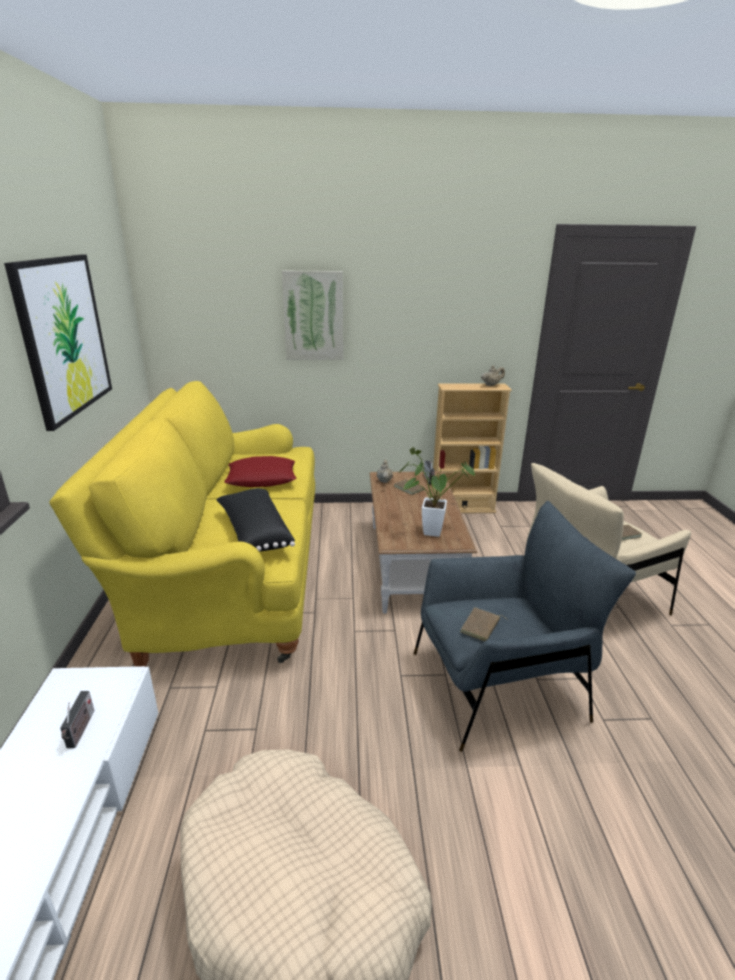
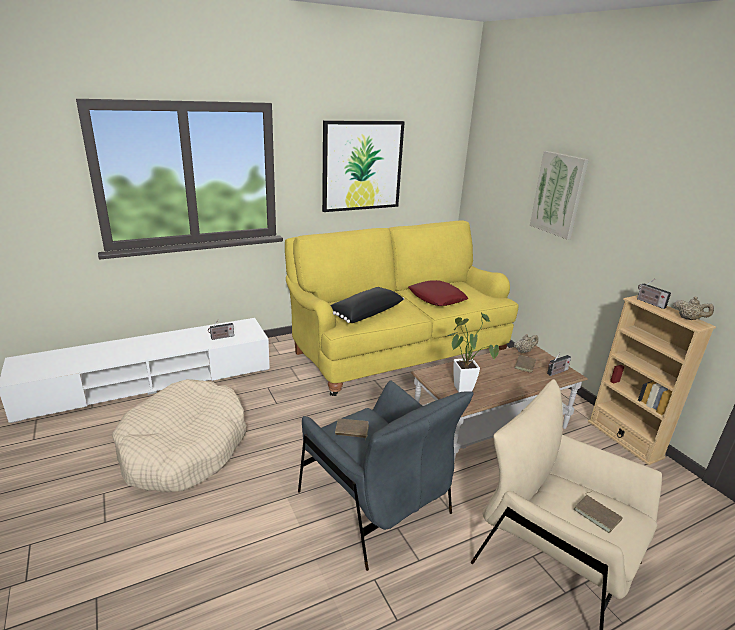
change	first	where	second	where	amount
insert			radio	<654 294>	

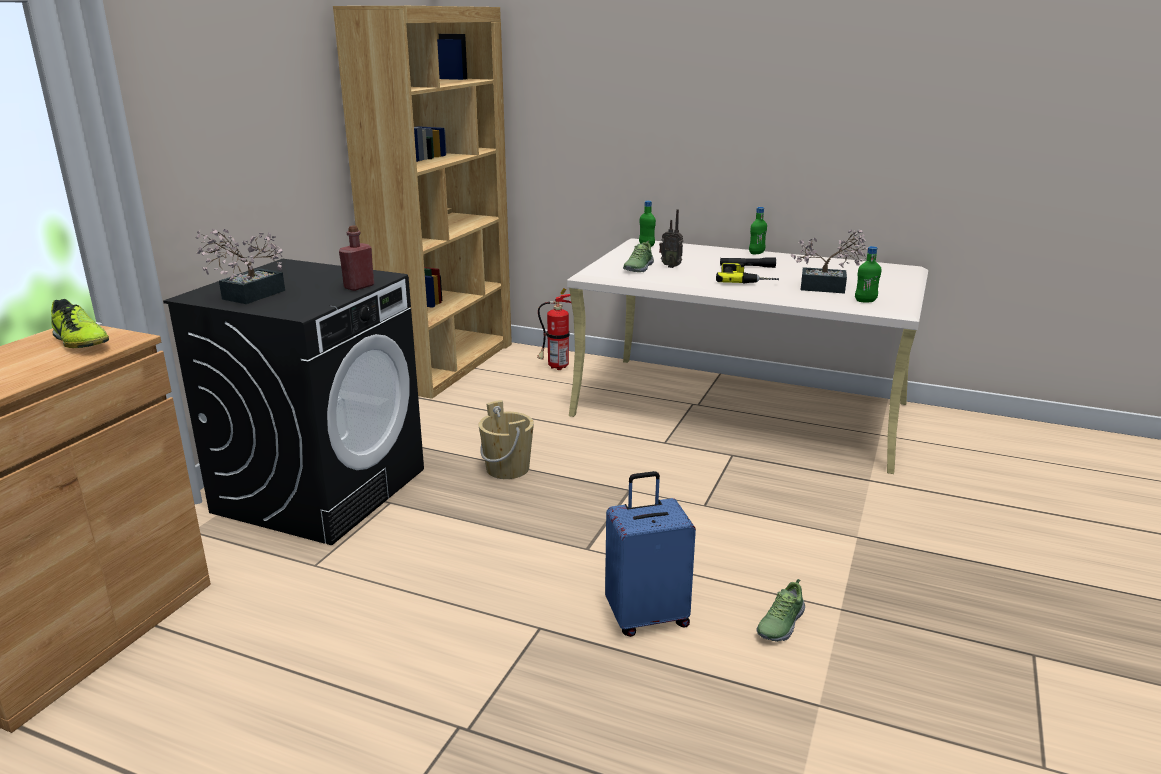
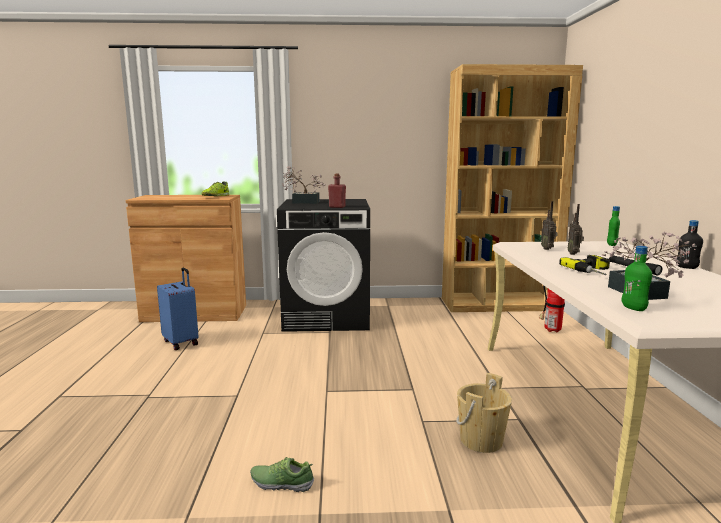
change	first	where	second	where	amount
recolor	botella/verde	<758 230>	botella/negro	<690 244>	
replace	zapato	<638 256>	radio	<549 225>	
move	cubo/beis	<506 439>		<484 413>	
move	maleta/azul	<650 554>		<178 309>	

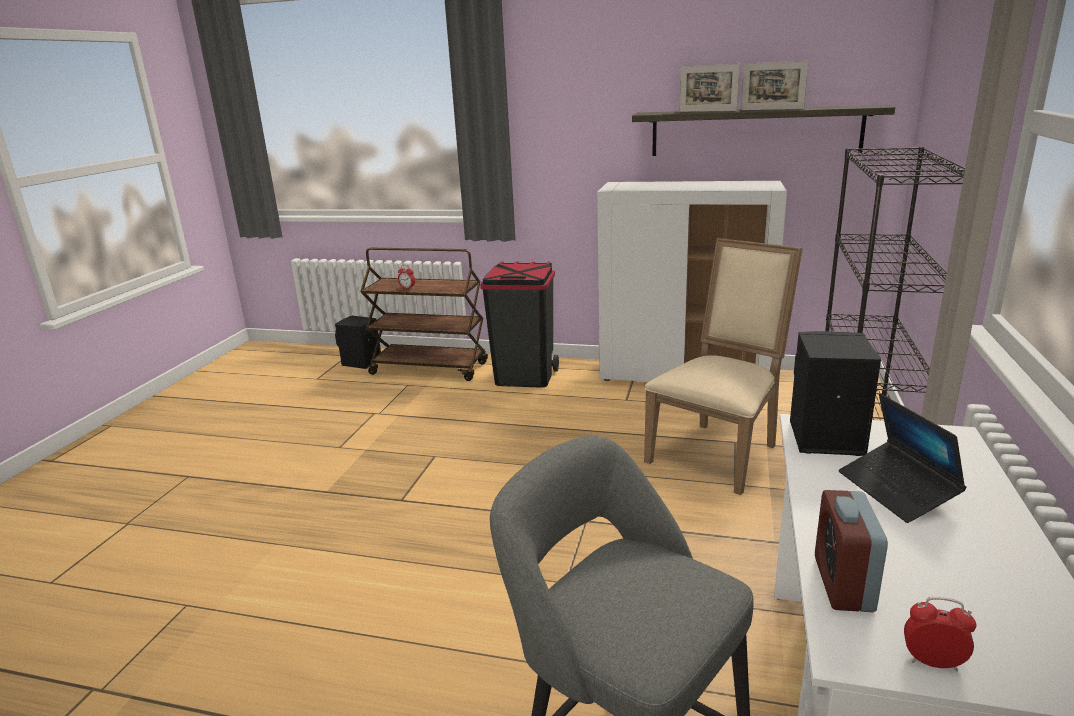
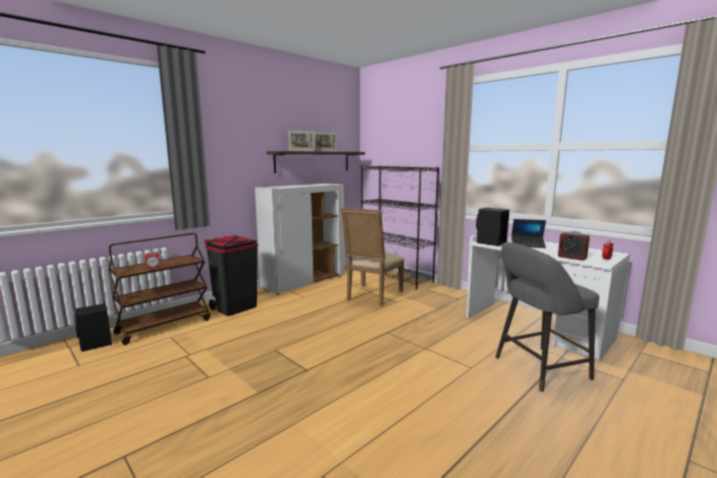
change	first	where	second	where	amount
rotate	silla/beis	<723 366>		<373 257>	135 degrees counterclockwise

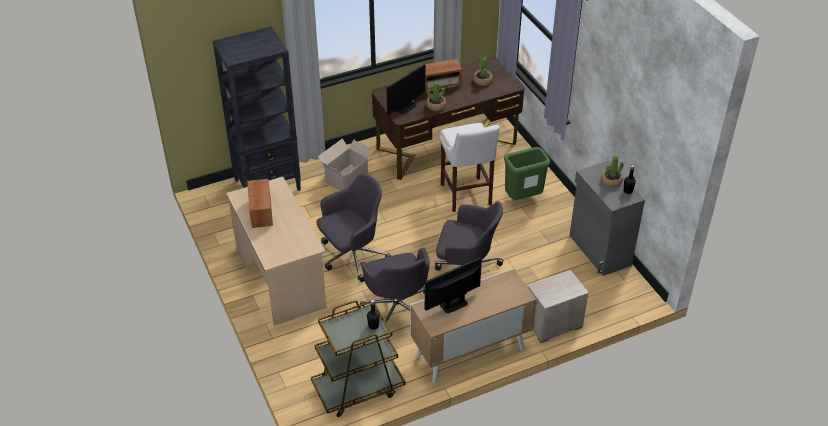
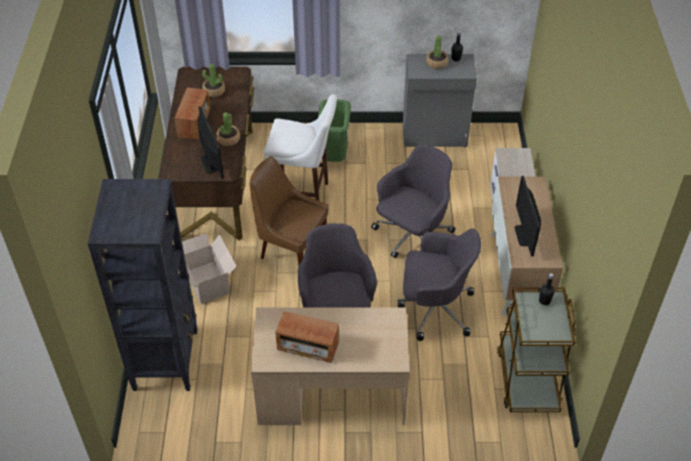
change	first	where	second	where	amount
insert			silla/marrón	<289 210>	

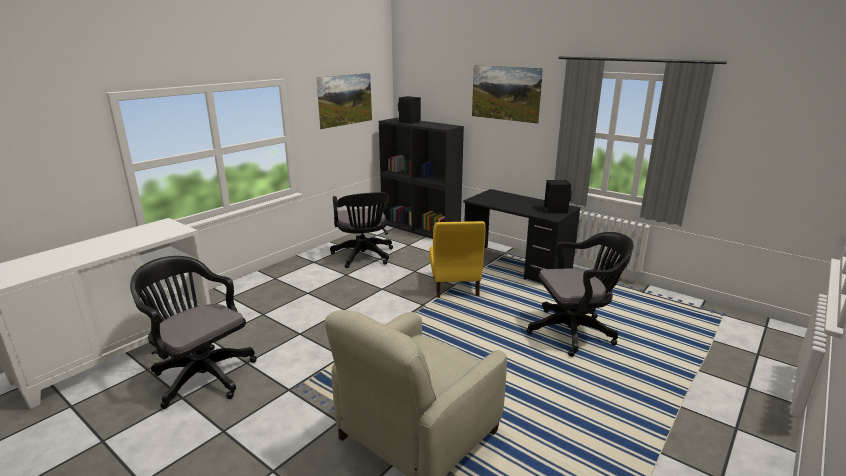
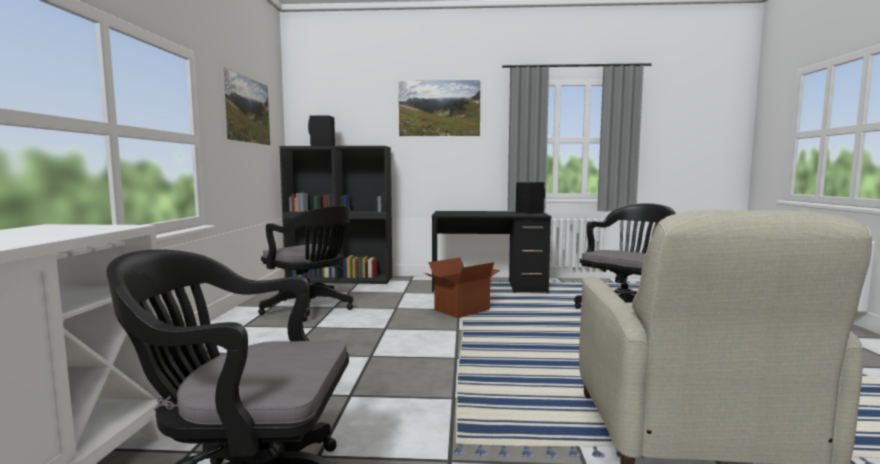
change	first	where	second	where	amount
replace	silla/amarillo	<457 259>	caja de cartón	<462 288>	

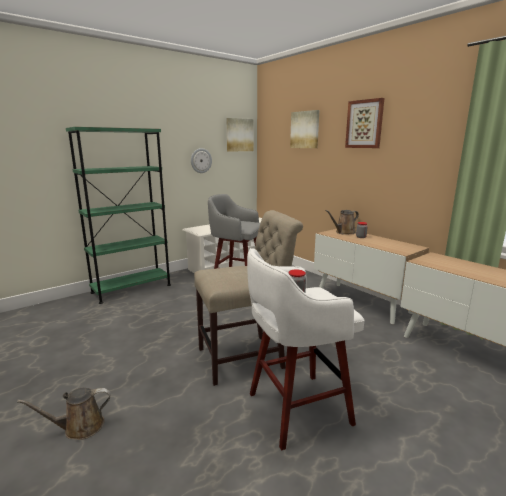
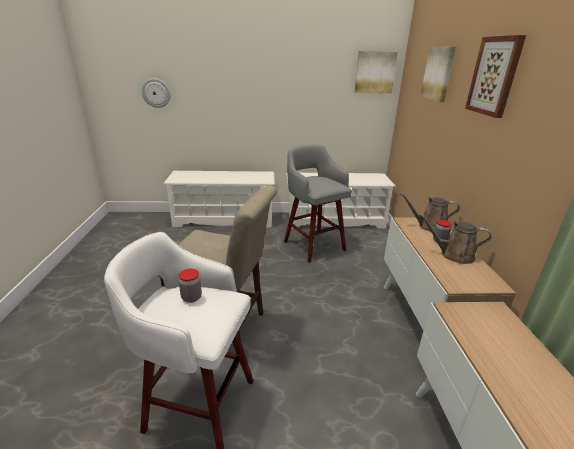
change	first	where	second	where	amount
replace	estantería/verde	<118 215>	zapatero/blanco	<219 199>	
move	reloj de pared	<201 160>		<156 93>	
move	regadera/marrón	<64 414>		<455 239>	

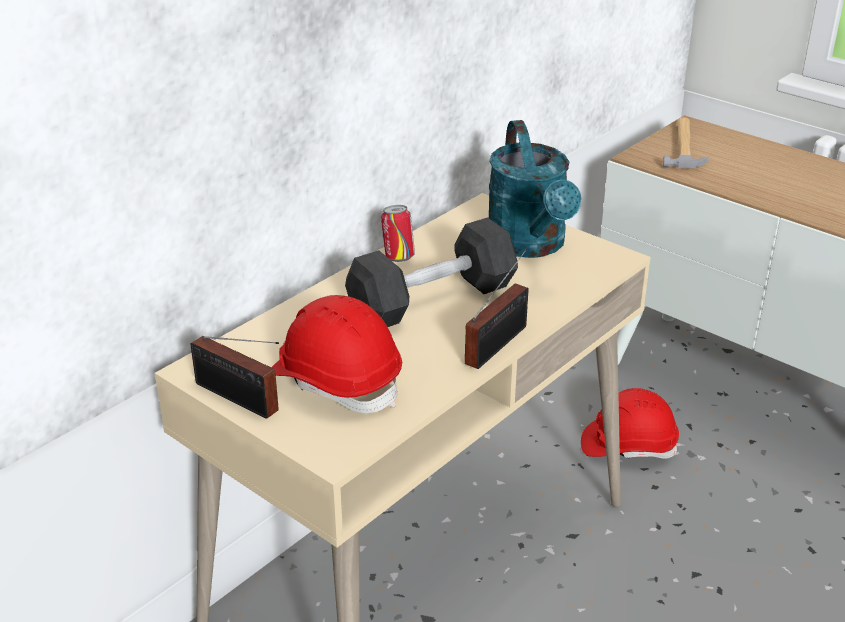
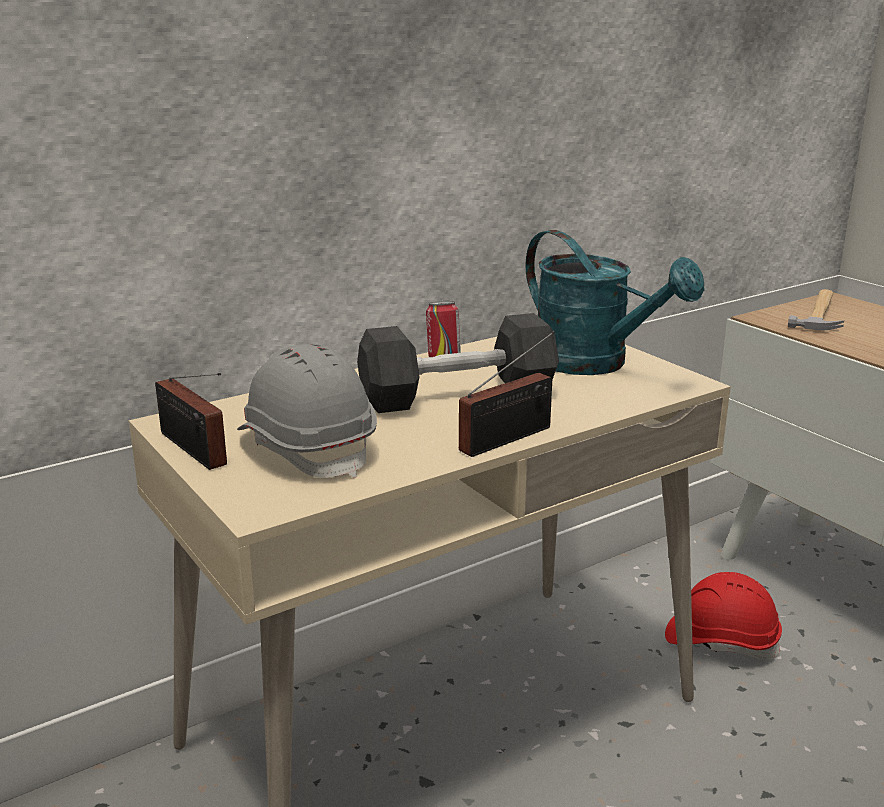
change	first	where	second	where	amount
rotate	regadera/turquesa	<535 189>		<614 302>	45 degrees counterclockwise
recolor	casco/rojo	<336 354>	casco/gris	<307 411>	

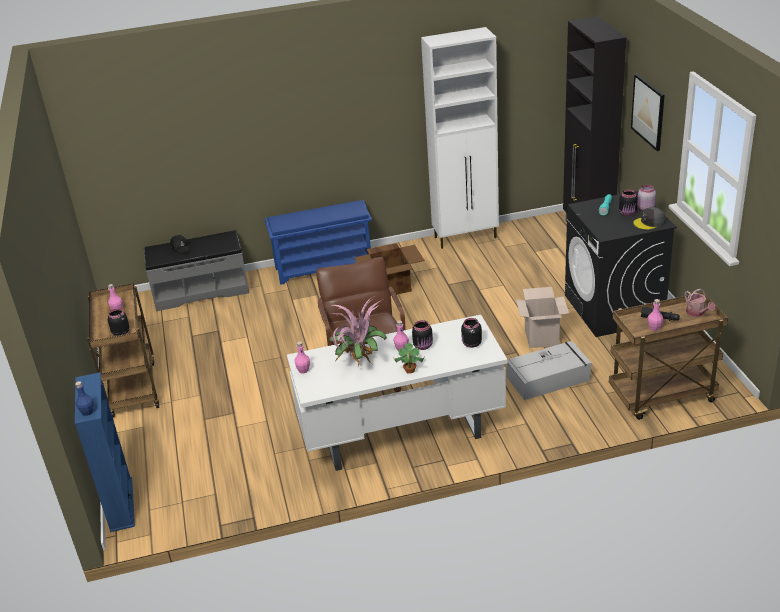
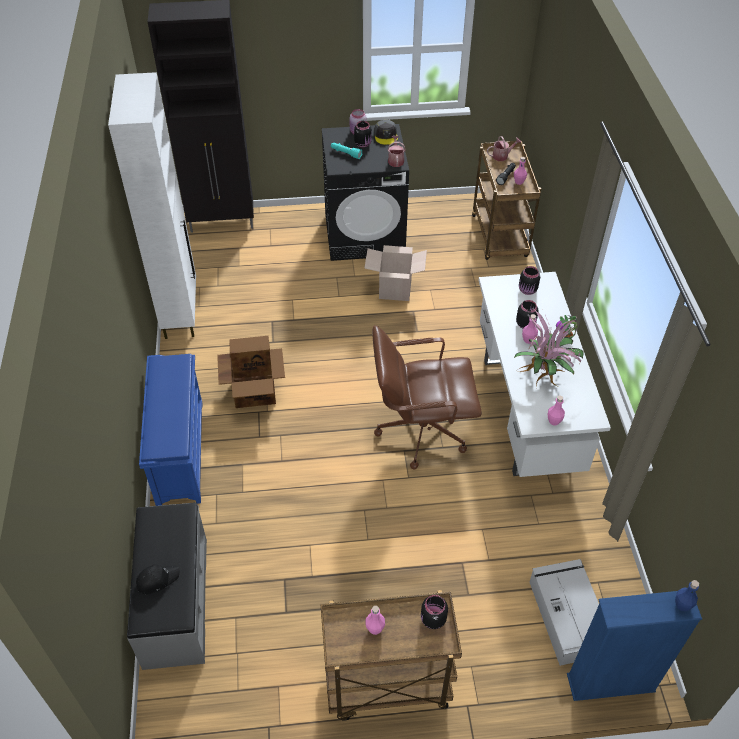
change	first	where	second	where	amount
delete	cuadro	<648 112>			
move	caja de almacenaje/gris	<549 370>		<564 612>	
insert			regadera	<396 151>	

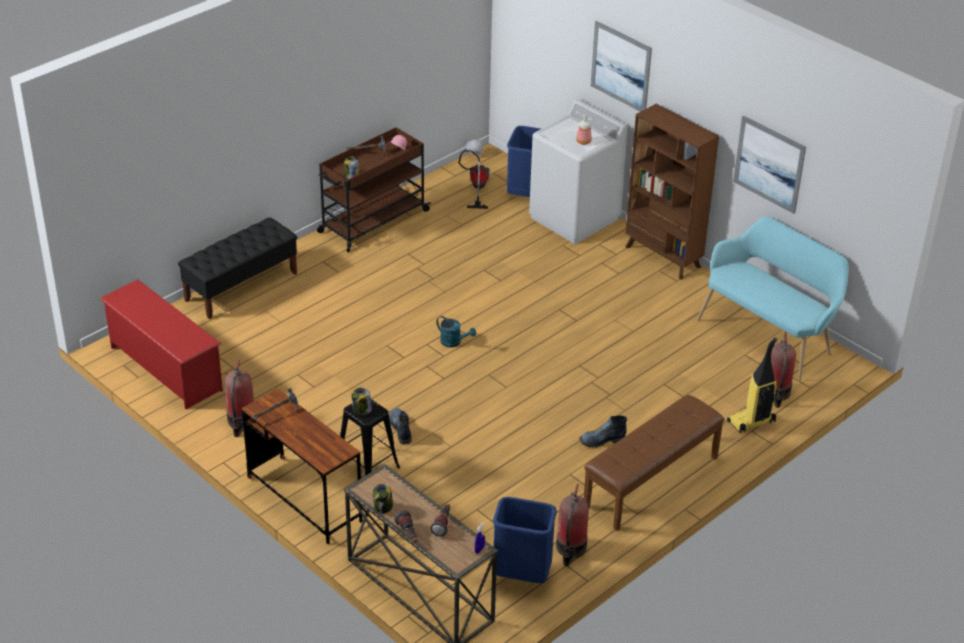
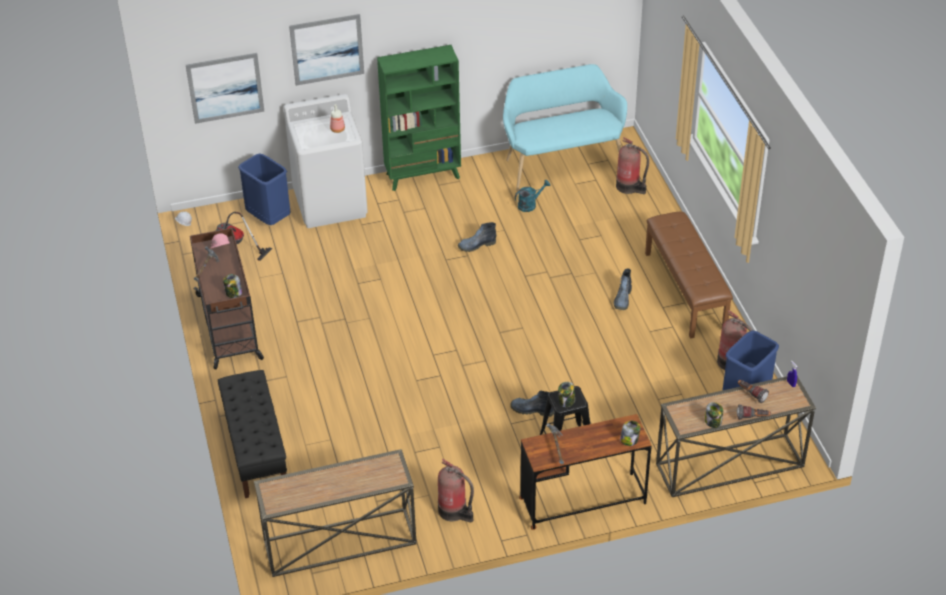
change	first	where	second	where	amount
recolor	estantería/marrón	<672 191>	estantería/verde	<419 118>	
move	cuadro	<769 165>		<225 88>	
replace	zapatero/rojo	<161 344>	mesa consola	<335 513>	
move	regadera/turquesa	<456 332>		<532 196>	
delete	aspiradora	<752 385>			
insert			bota	<477 237>	
insert			tarro	<630 433>	

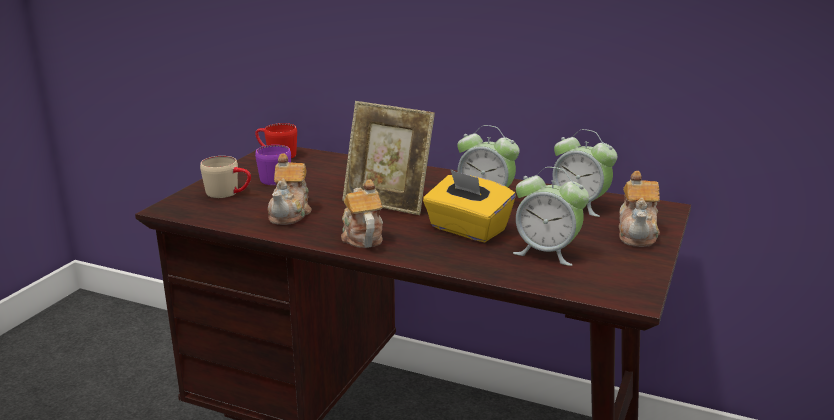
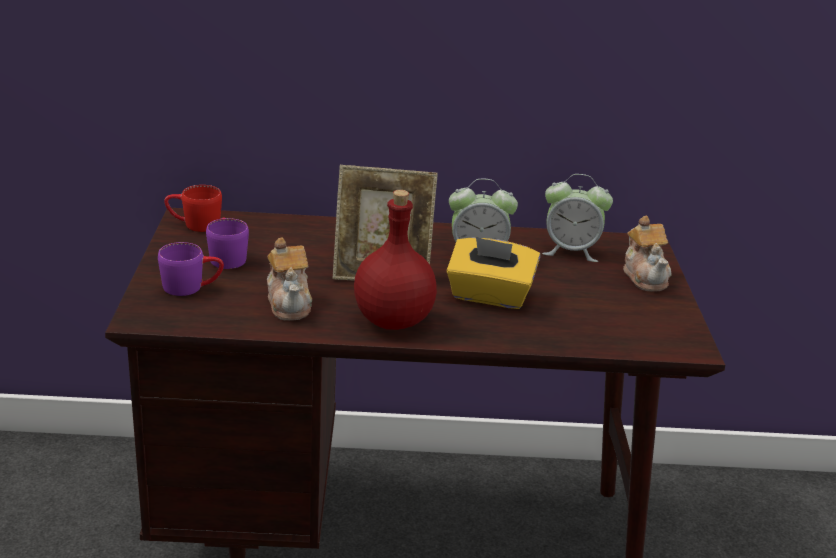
change	first	where	second	where	amount
recolor	taza grande/beis	<225 177>	taza grande/morado	<191 269>	
delete	despertador	<551 216>			
replace	tetera	<362 214>	botella/rojo	<395 260>	

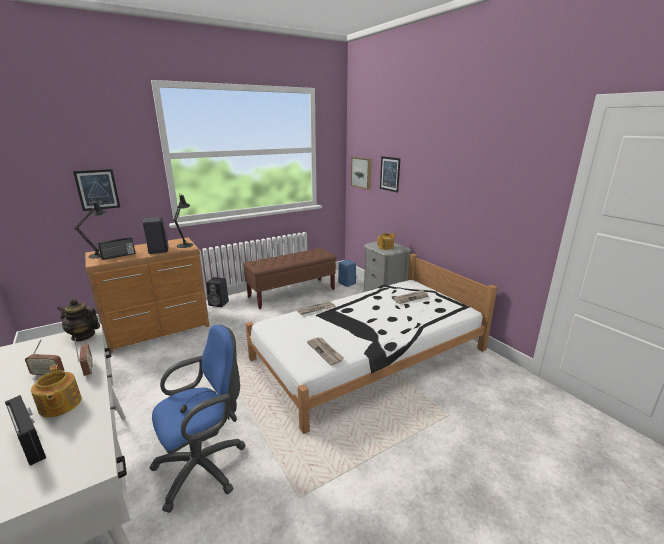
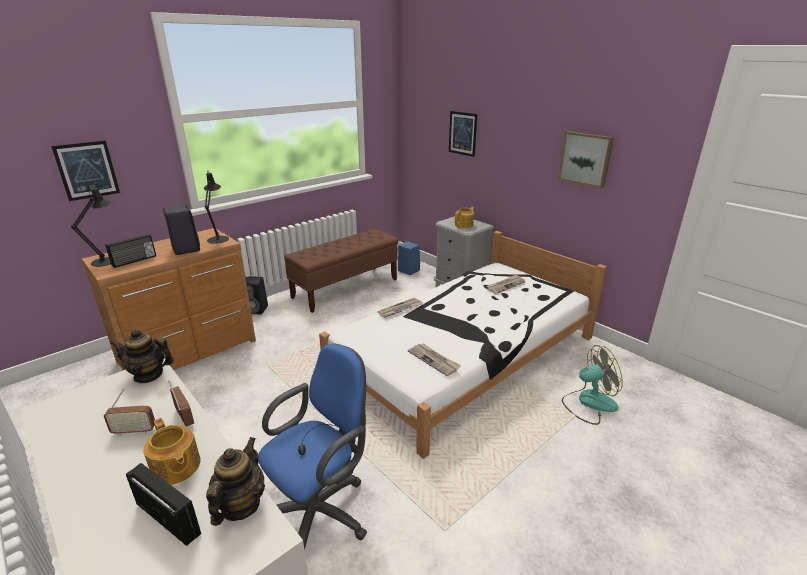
change	first	where	second	where	amount
move	cuadro	<361 173>		<586 159>	
insert			ventilador	<592 385>	
insert			tetera	<235 481>	

